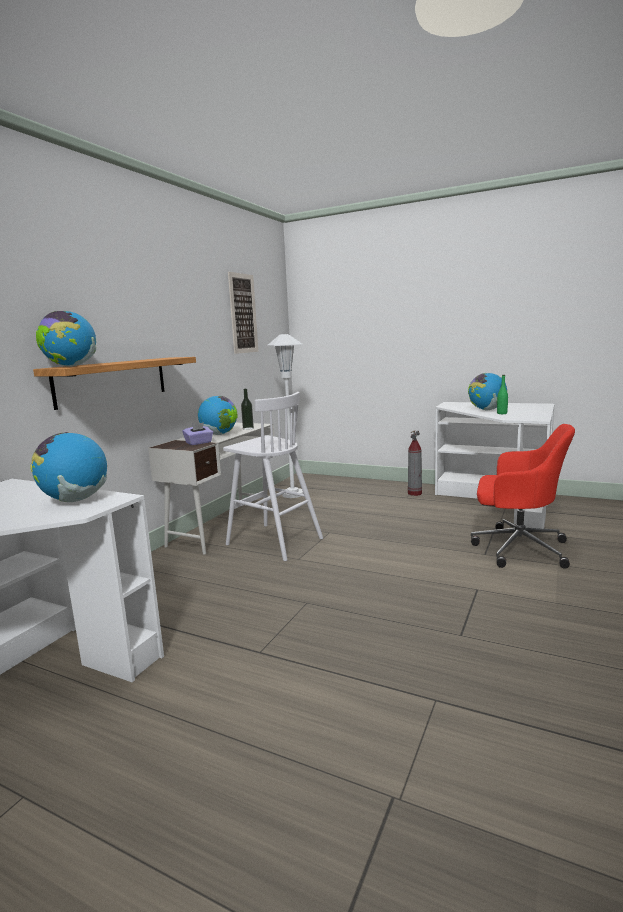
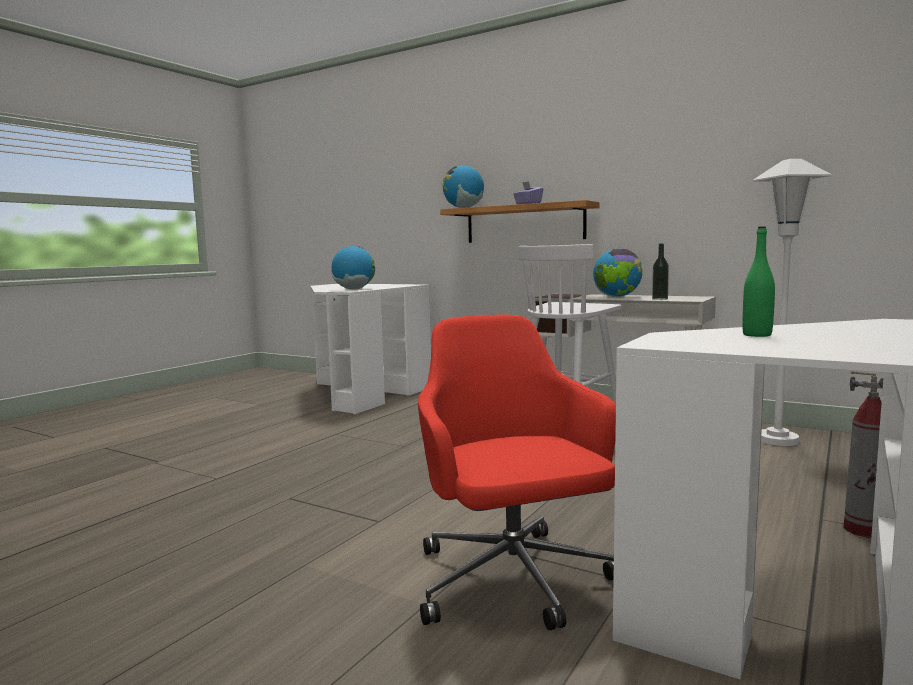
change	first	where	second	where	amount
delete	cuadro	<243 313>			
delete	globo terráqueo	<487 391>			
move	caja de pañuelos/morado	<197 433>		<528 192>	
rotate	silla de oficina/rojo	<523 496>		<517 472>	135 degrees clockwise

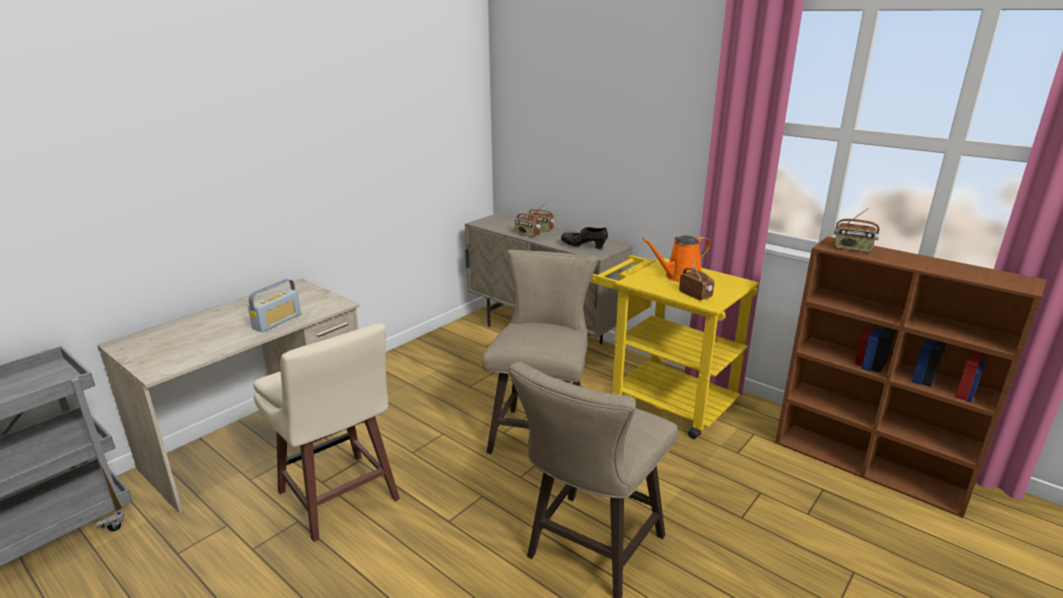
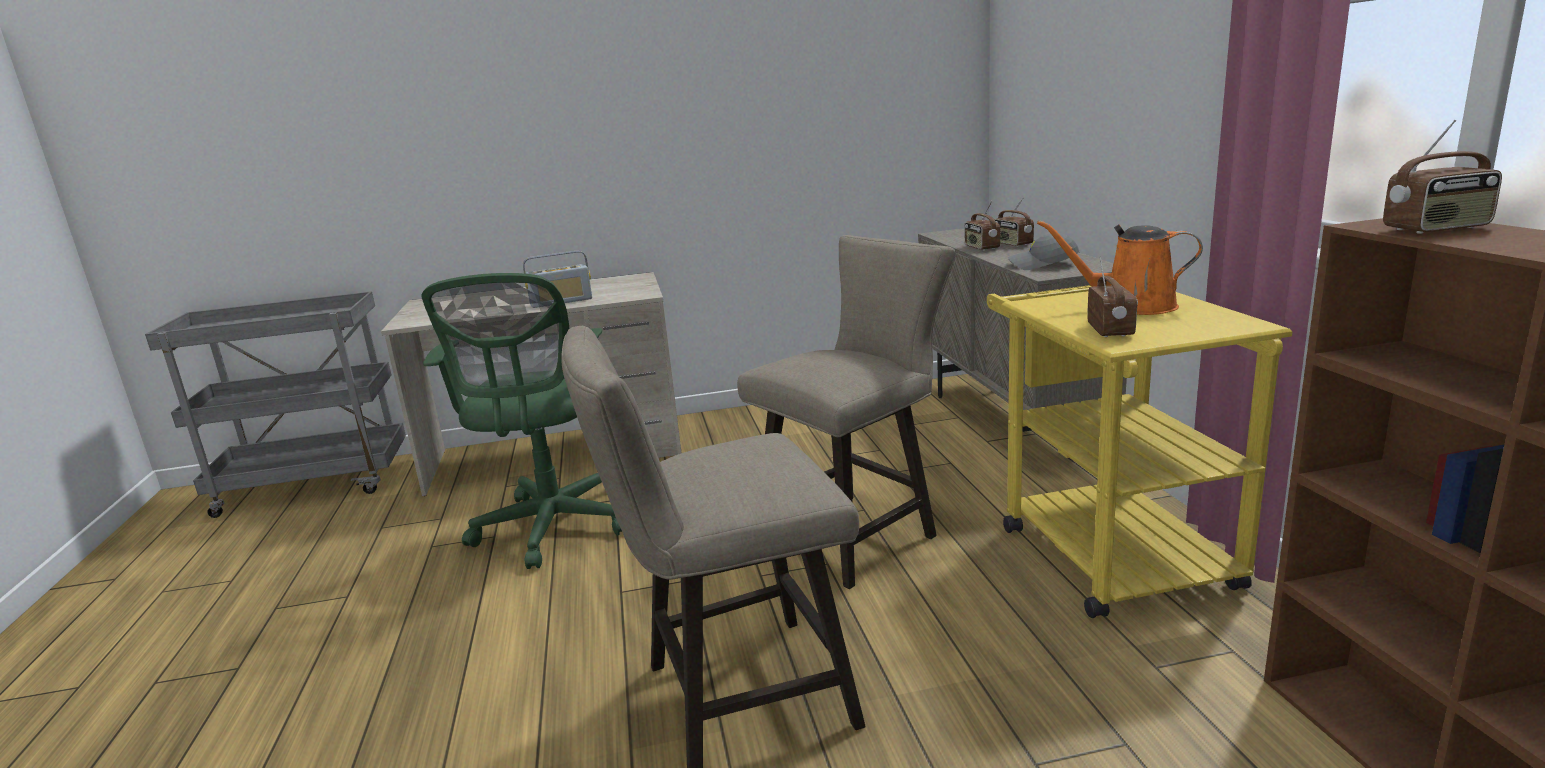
change	first	where	second	where	amount
rotate	radio	<857 230>		<1442 177>	75 degrees counterclockwise
replace	zapato/negro	<584 238>	gorra/gris	<1043 251>	
replace	taburete/beis	<326 432>	silla de oficina/verde	<521 421>	

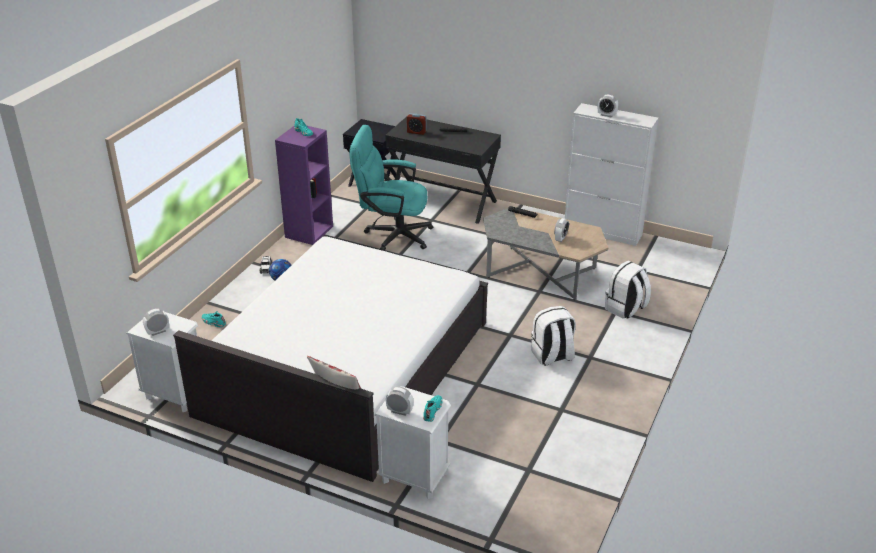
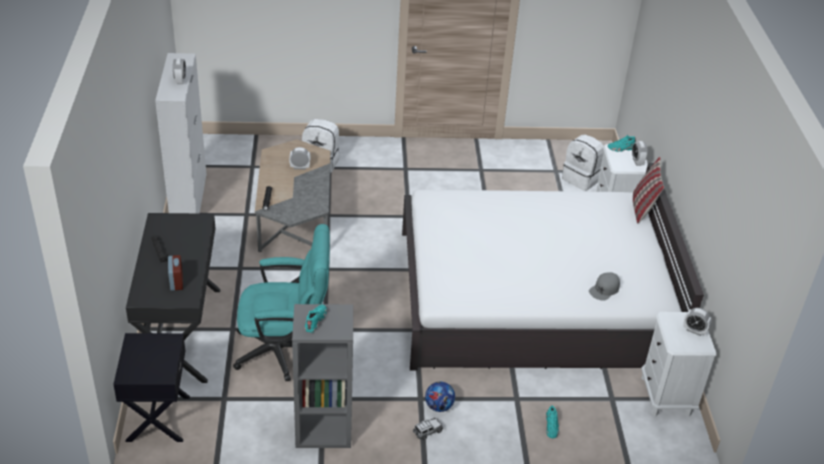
change	first	where	second	where	amount
rotate	silla de oficina/turquesa	<391 188>		<281 302>	75 degrees counterclockwise
recolor	estantería/morado	<304 185>	estantería/gris	<322 376>	
move	mochila/blanco	<553 336>		<583 162>	
insert			gorra/gris	<604 286>	

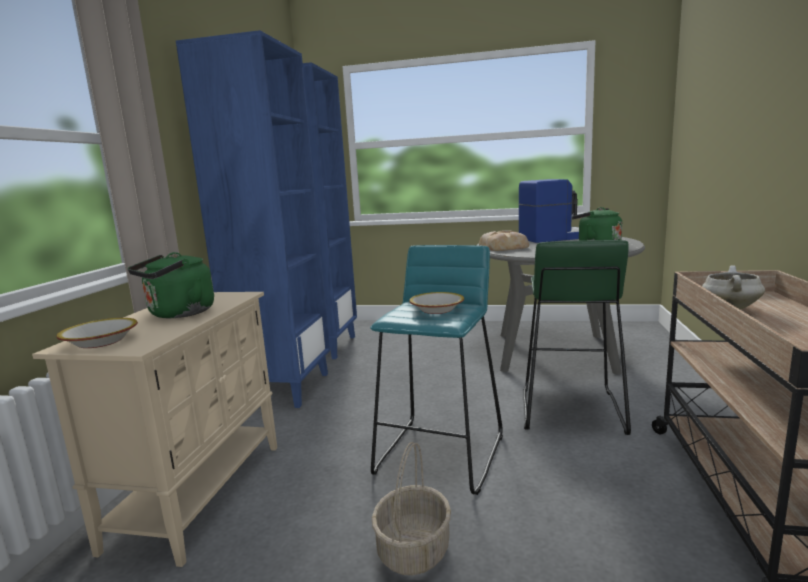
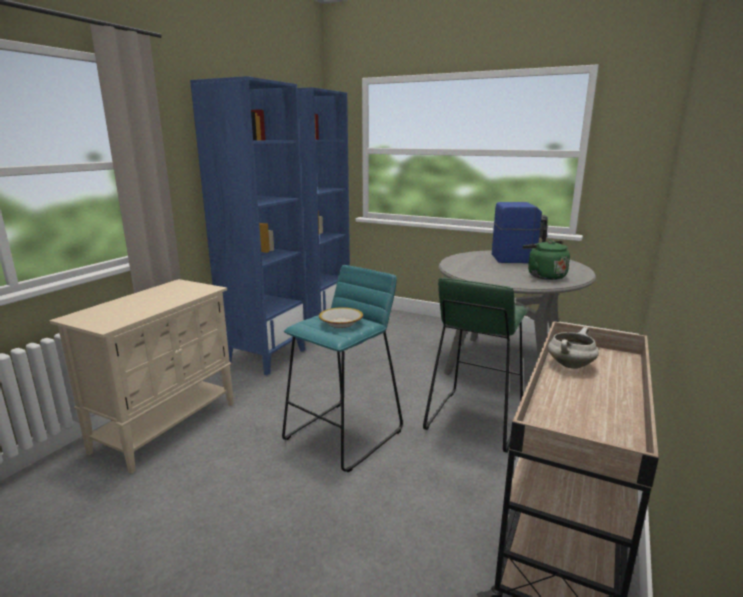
change	first	where	second	where	amount
delete	pan	<504 240>			
delete	hervidor/verde	<171 285>			
delete	cuenco	<97 333>			
delete	cesta	<411 508>			

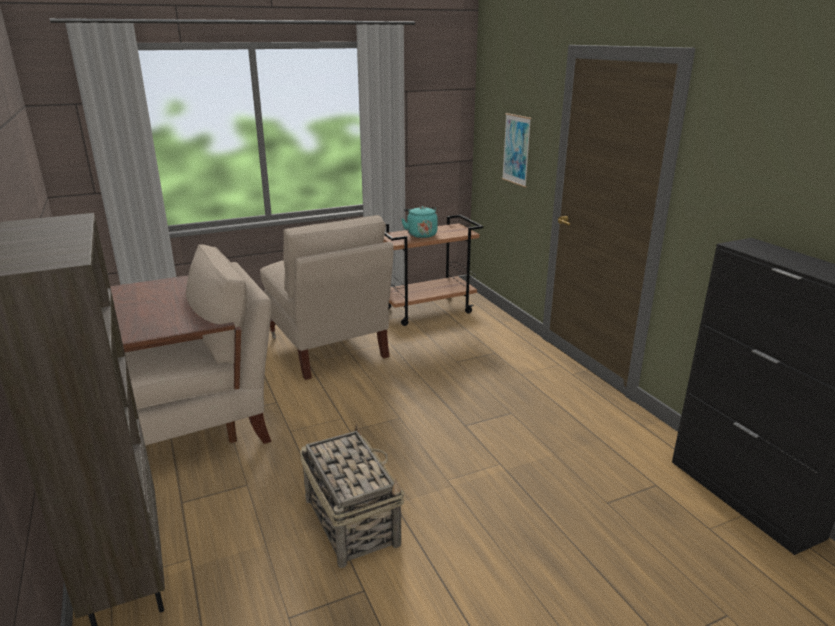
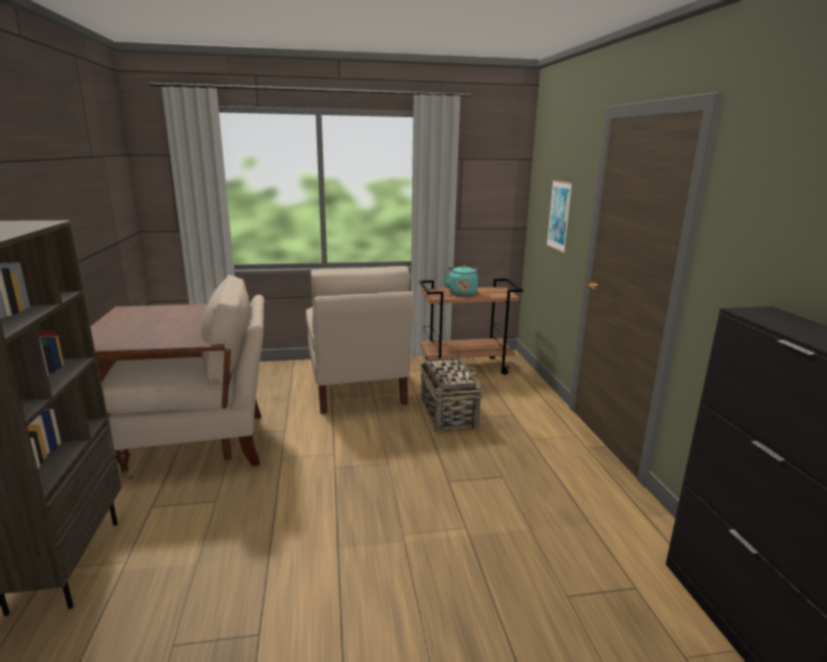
change	first	where	second	where	amount
move	cesta	<352 496>		<451 393>	

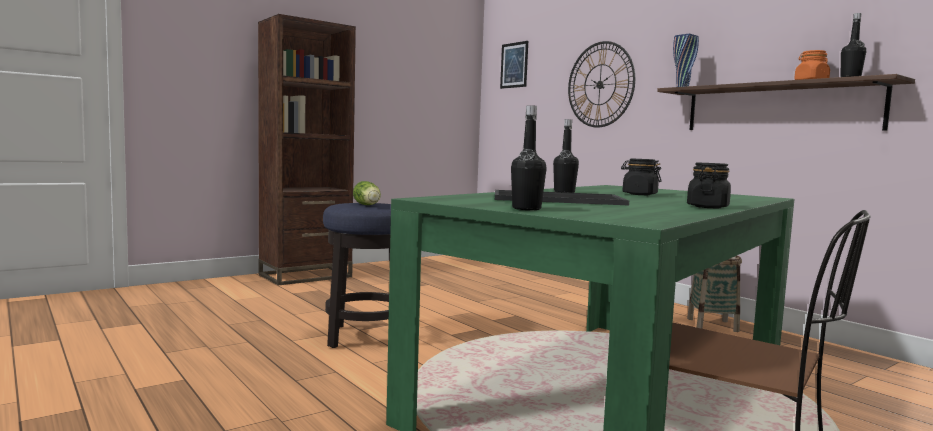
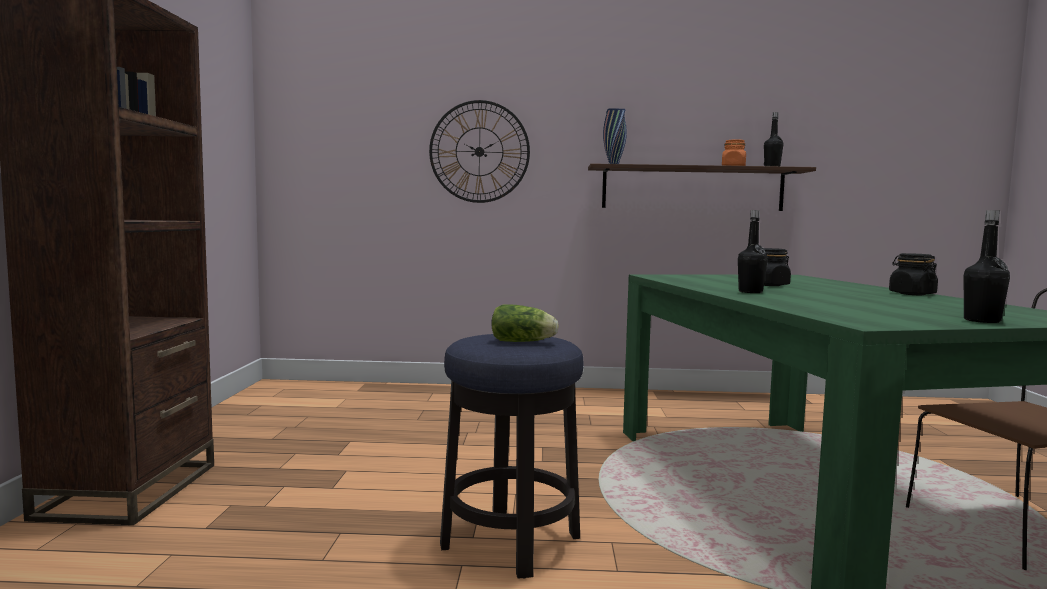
change	first	where	second	where	amount
delete	cuadro	<514 65>			
delete	bandeja	<562 197>			
delete	cesta	<714 294>			

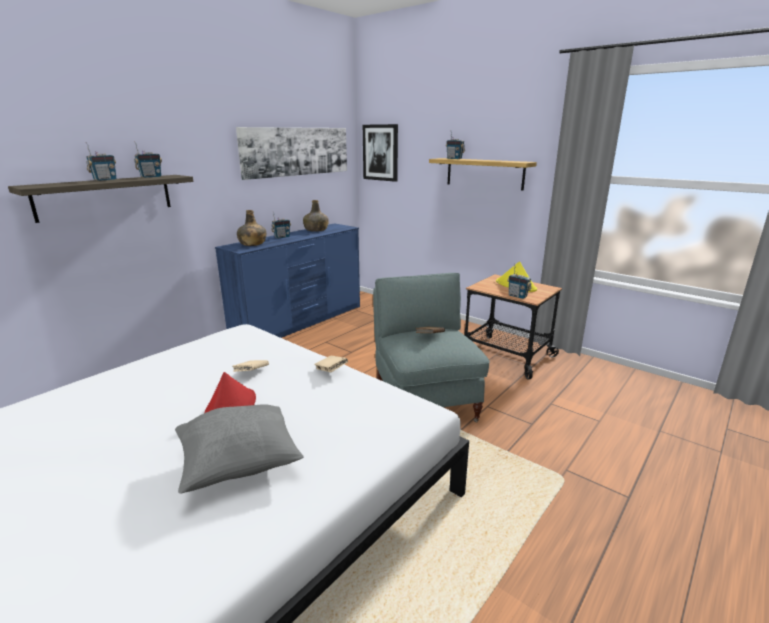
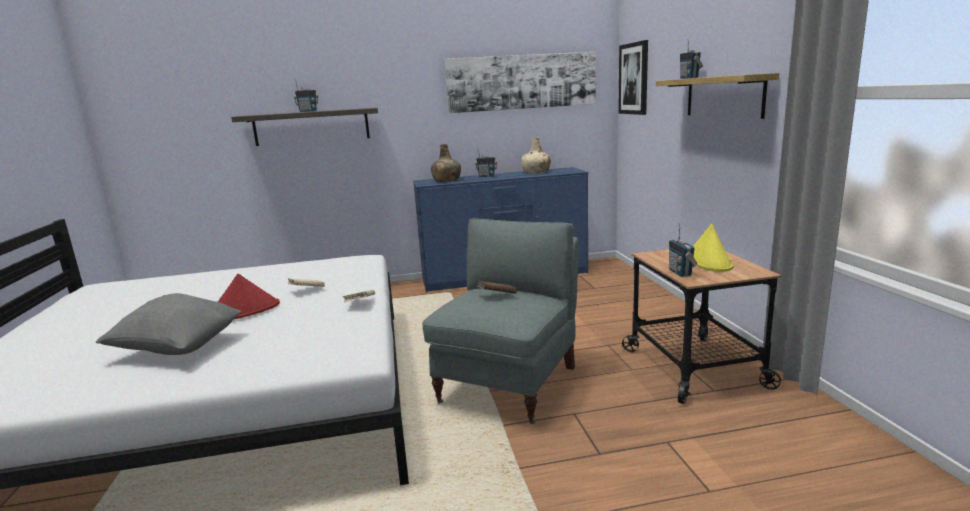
change	first	where	second	where	amount
delete	radio	<148 159>			
recolor	botella/verde	<316 216>	botella/beis	<536 155>	

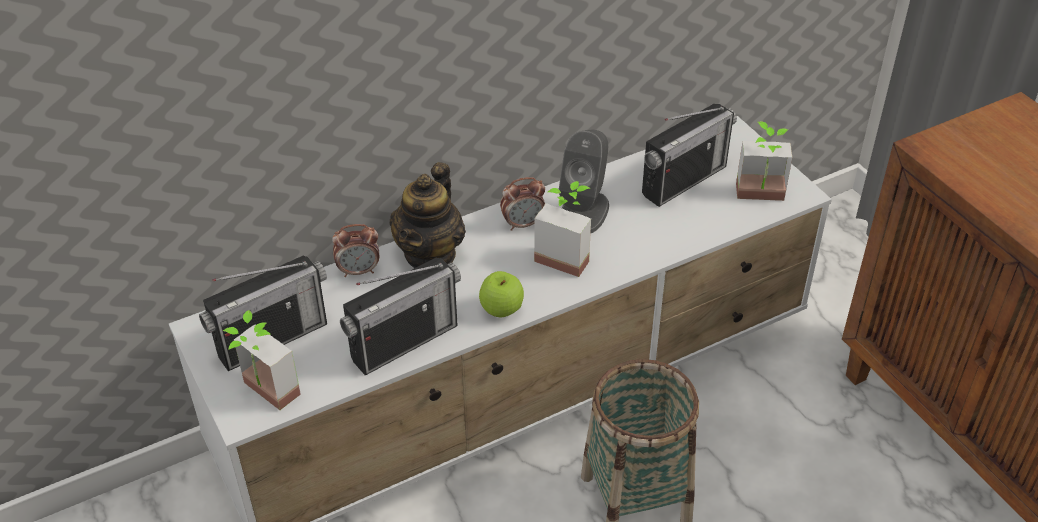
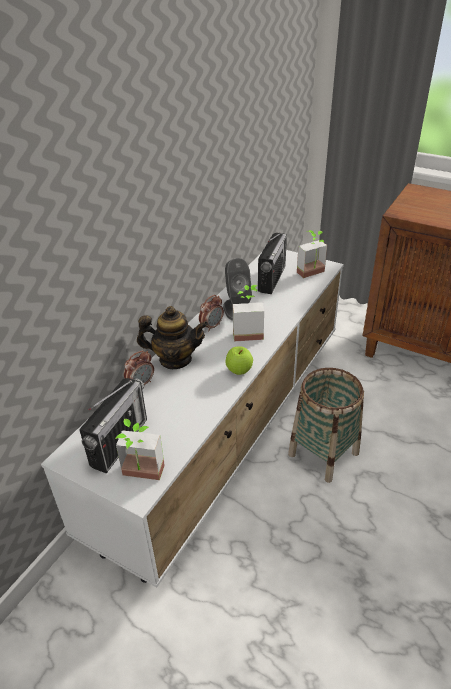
change	first	where	second	where	amount
rotate	tetera	<427 215>		<172 337>	75 degrees counterclockwise
delete	radio	<400 317>			

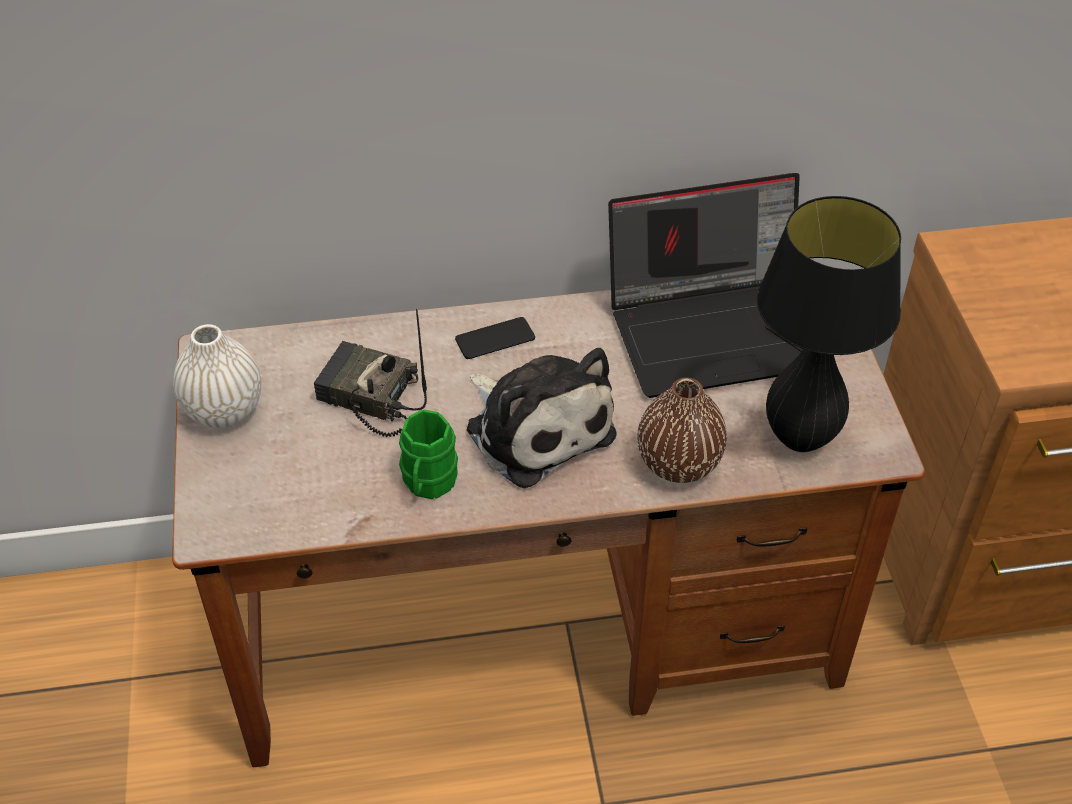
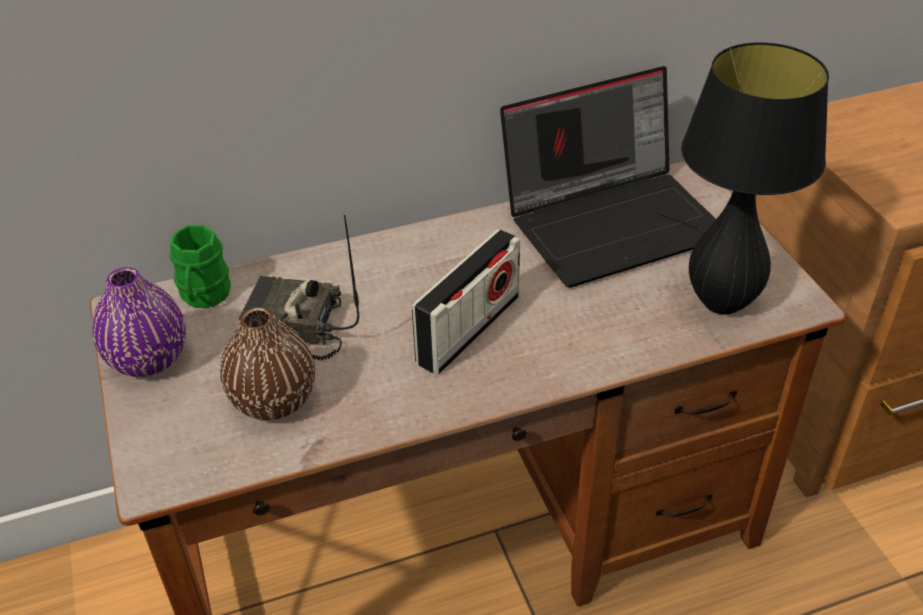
change	first	where	second	where	amount
delete	móvil	<495 338>			
recolor	florero/blanco	<217 376>	florero/morado	<139 322>	
replace	peluche	<542 418>	radio	<466 302>	
move	florero/marrón	<682 430>		<267 363>	
move	taza grande/verde	<428 454>		<200 266>	

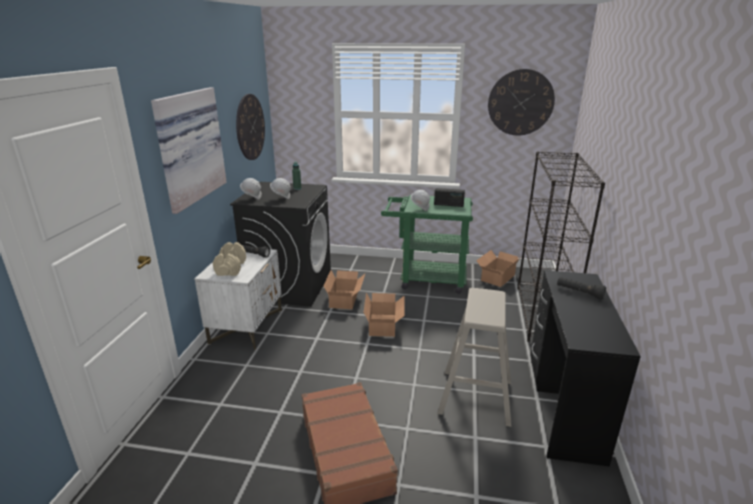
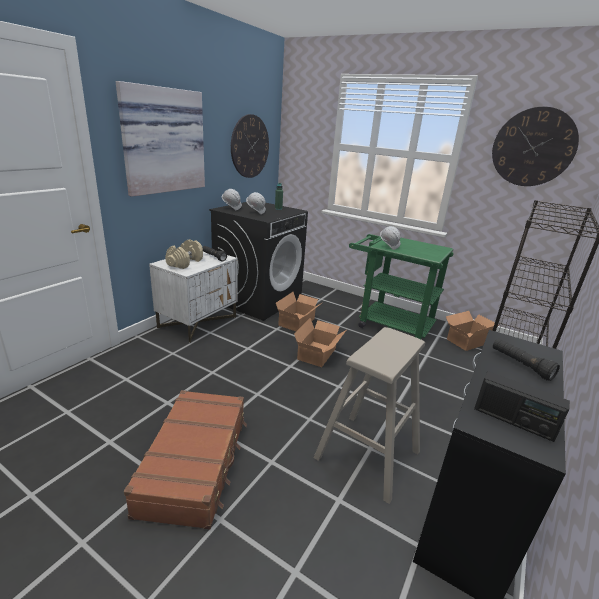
change	first	where	second	where	amount
move	radio	<449 197>		<522 406>	

